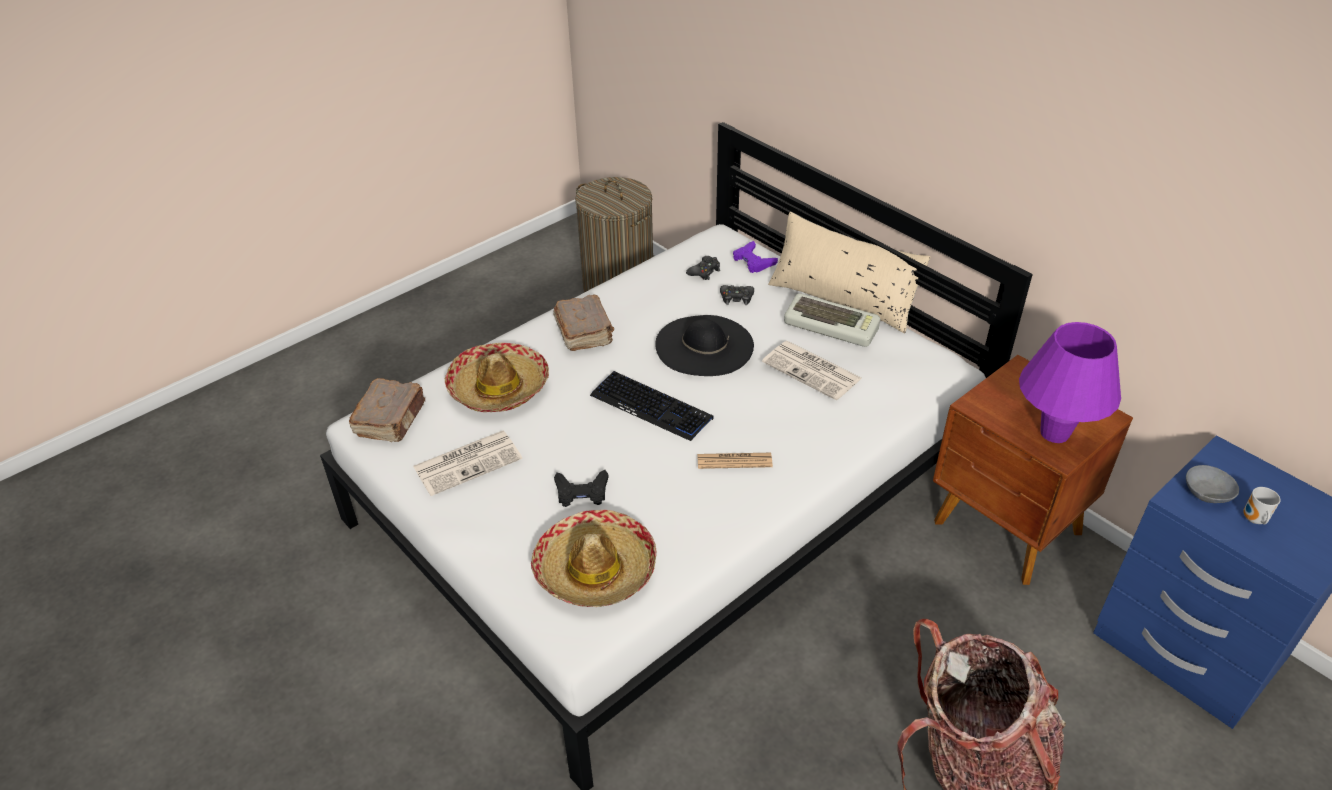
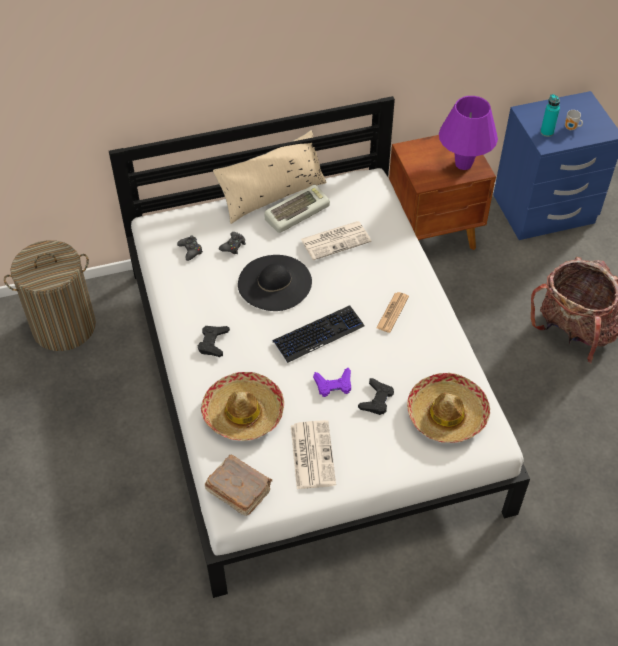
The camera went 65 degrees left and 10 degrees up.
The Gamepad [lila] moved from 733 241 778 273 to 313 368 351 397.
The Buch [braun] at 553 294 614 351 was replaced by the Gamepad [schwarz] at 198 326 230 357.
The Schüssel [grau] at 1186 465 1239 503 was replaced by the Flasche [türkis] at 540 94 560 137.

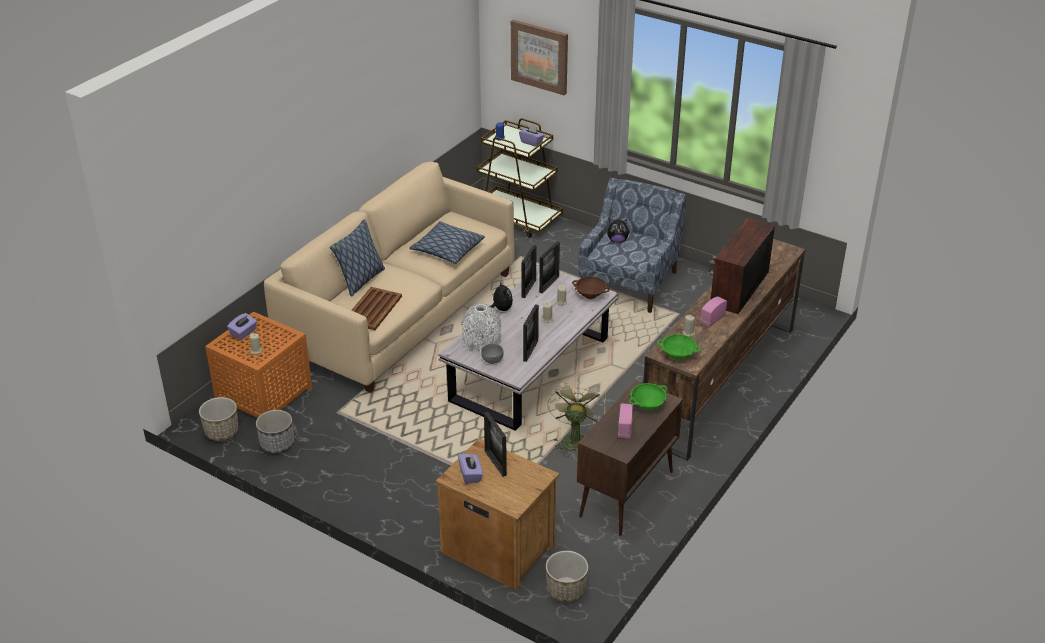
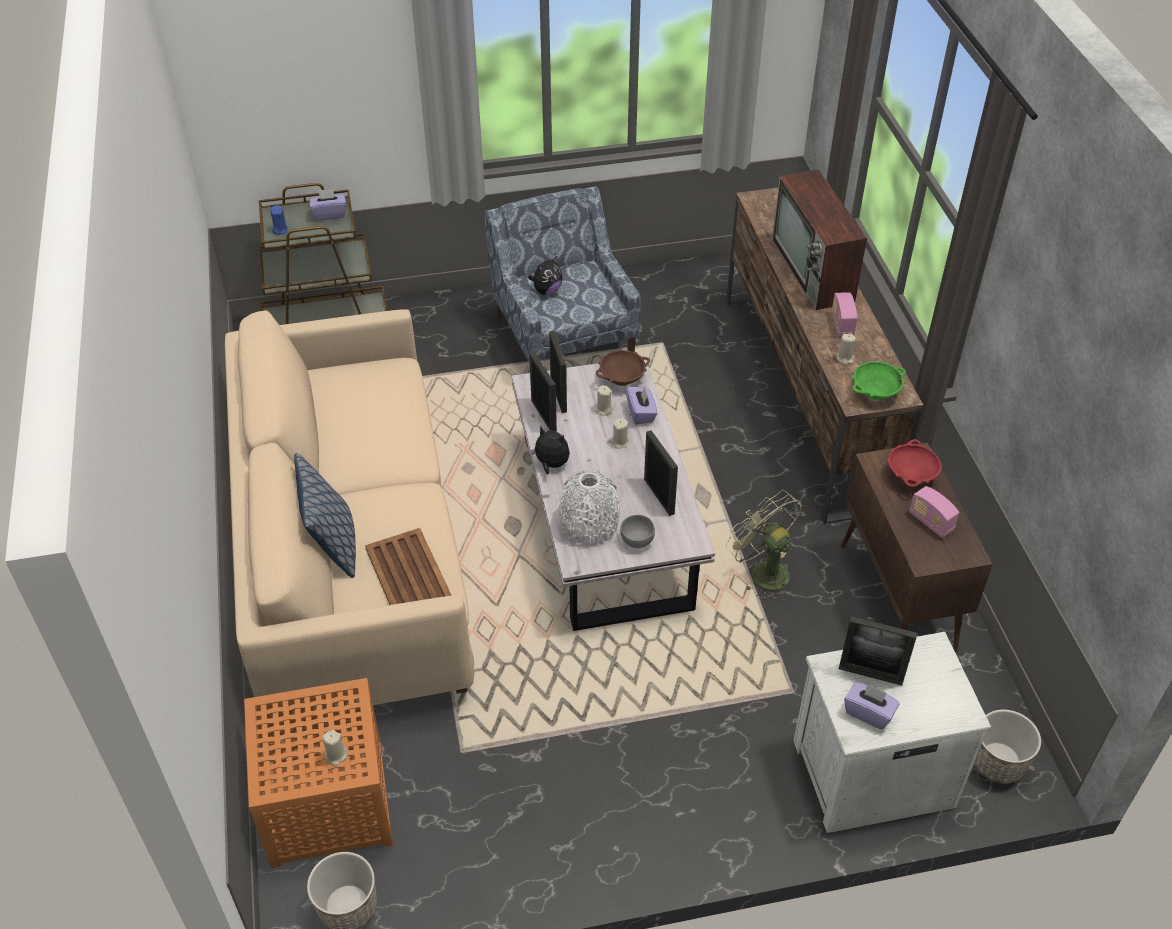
The camera went 45 degrees left and 10 degrees up.
The Pflanzkübel at 256 410 294 453 disappeared.
The Kissen at 409 221 485 264 disappeared.
The Bild at 511 20 568 95 disappeared.
The Taschentuchbox [lila] moved from 227 313 257 340 to 626 386 657 425.
The Nachttisch [braun] at 435 438 559 590 became the Nachttisch [weiß] at 793 632 991 833.
The Schüssel [grün] at 629 383 668 411 became the Schüssel [rot] at 888 439 942 487.

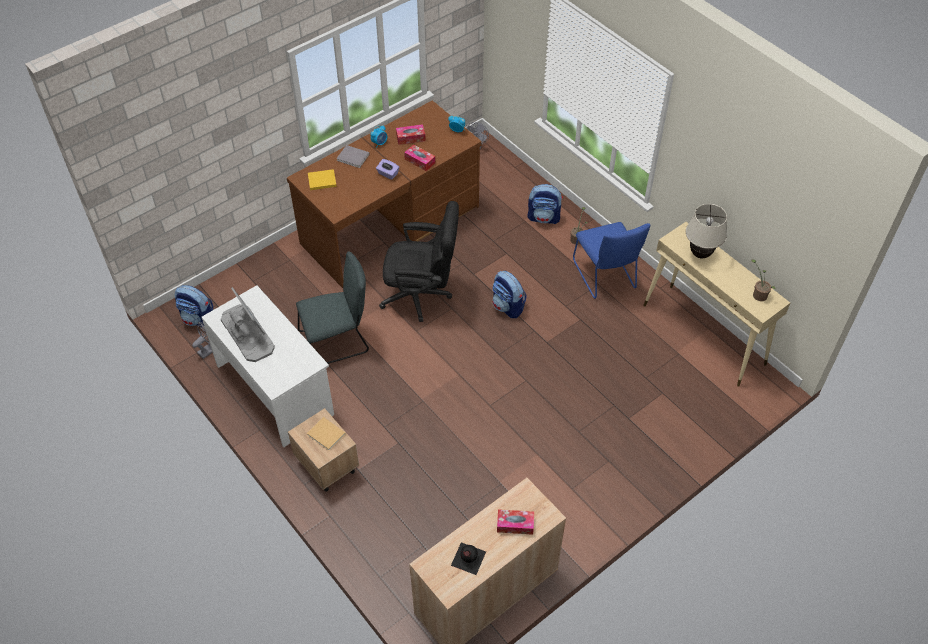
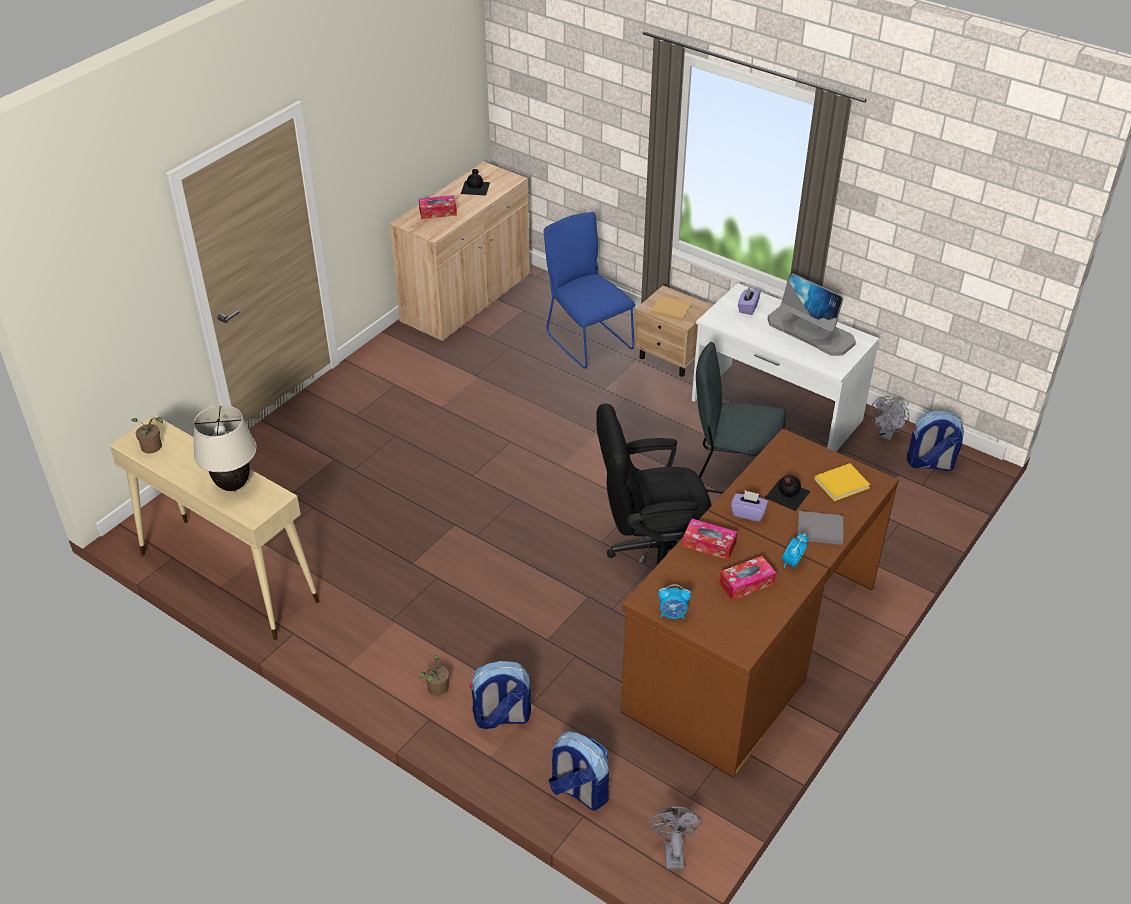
The camera went 165 degrees right and 10 degrees down.
The Taschentuchbox [lila] at 738 287 761 315 appeared.
The Flasche [schwarz] at 765 475 811 511 appeared.
The Rucksack moved from 492 271 527 318 to 549 731 609 811.
The Stuhl [blau] moved from 573 222 650 299 to 544 212 635 369.
The Stuhl [grau] at 296 252 369 364 turned 45 degrees clockwise.

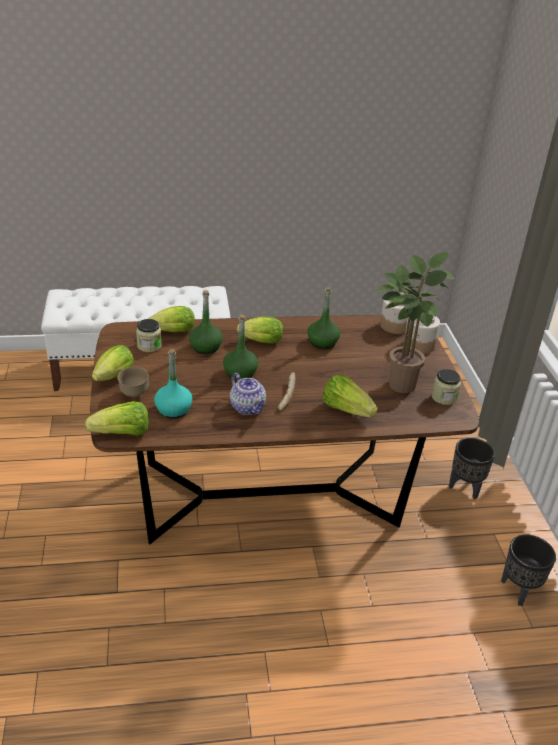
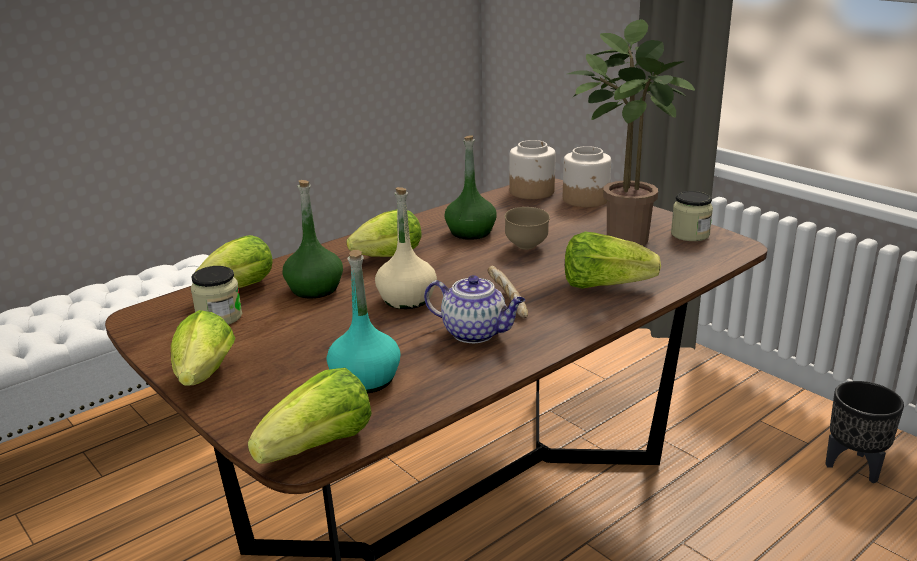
The camera went 30 degrees left and 10 degrees down.
The Pflanzkübel [schwarz] at 449 438 495 499 disappeared.
The Schüssel [braun] moved from 118 367 149 397 to 504 207 550 250.
The Flasche [grün] at 223 315 258 380 became the Flasche [beige] at 375 187 437 309.

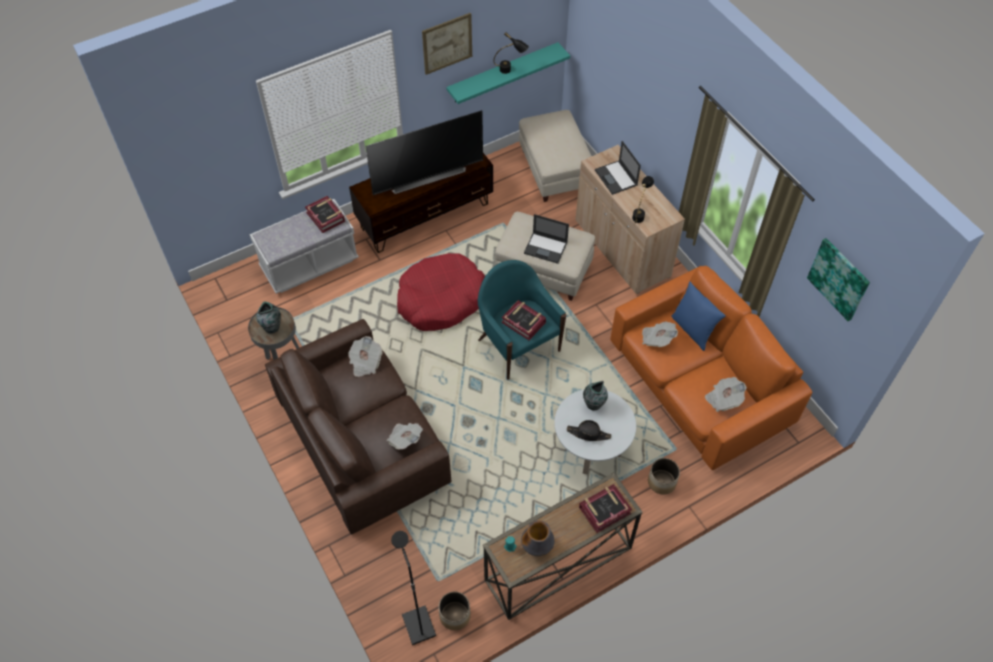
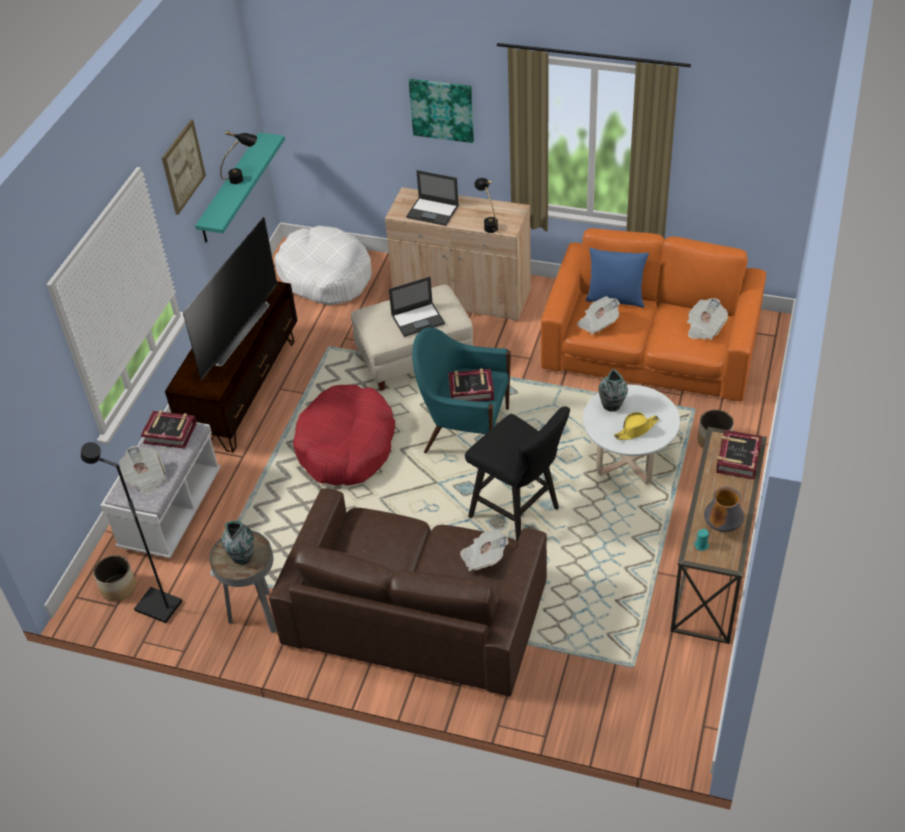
The camera went 40 degrees left and 10 degrees down.
The Hocker [schwarz] at 465 406 570 541 appeared.
The Zeitung moved from 348 336 382 377 to 119 446 167 495.
The Stehlampe [schwarz] moved from 391 531 436 645 to 81 442 182 623.
The Pflanzkübel moved from 439 591 471 630 to 94 555 136 602.
The Bild moved from 807 238 870 321 to 409 79 474 143.
The Polsterhocker [beige] at 519 110 591 202 was replaced by the Hundebett [weiß] at 274 226 372 305.
The Hut [schwarz] at 567 420 611 441 became the Hut [gelb] at 614 412 659 440.

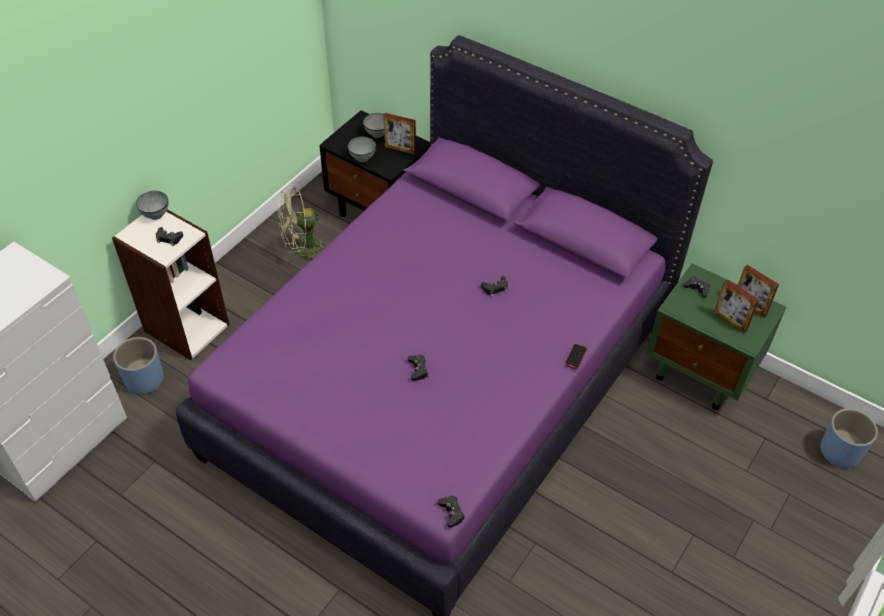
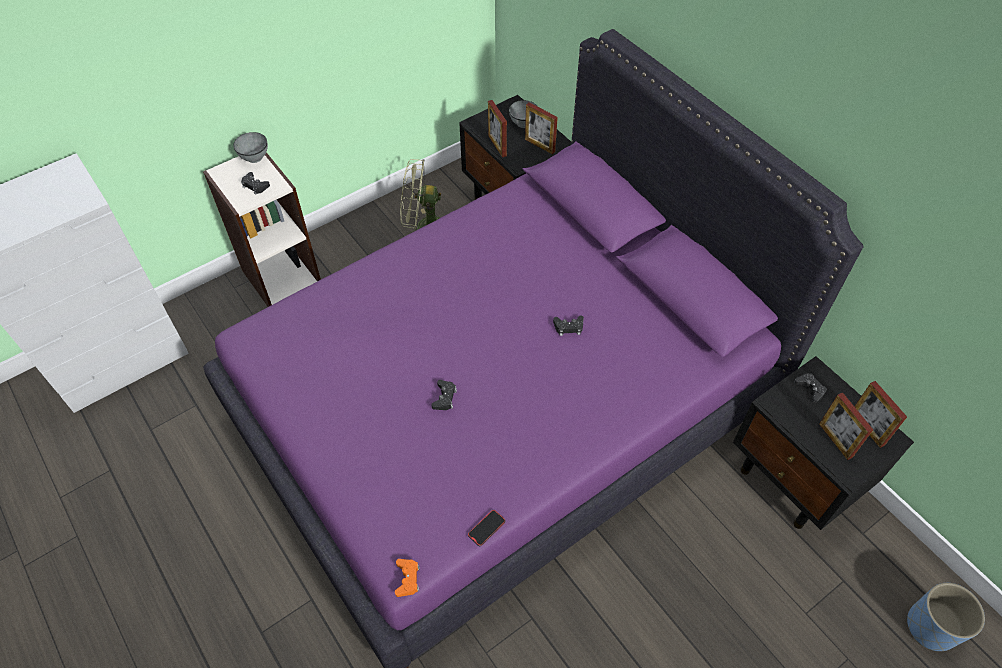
The camera went 20 degrees right and 5 degrees up.
The Pflanzkübel [blau] at 113 337 164 394 disappeared.
The Handy moved from 565 343 587 370 to 468 510 505 546.
The Schüssel [grau] at 348 136 376 162 was replaced by the Bilderrahmen at 488 100 507 157.
The Gamepad [schwarz] at 438 496 465 528 became the Gamepad [orange] at 395 559 420 597.
The Nachttisch [grün] at 646 263 787 410 became the Nachttisch [schwarz] at 733 356 914 530.

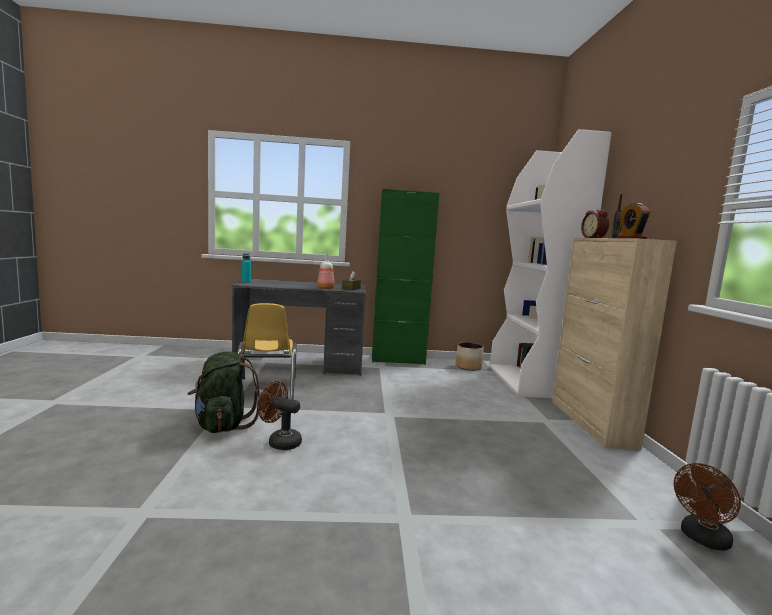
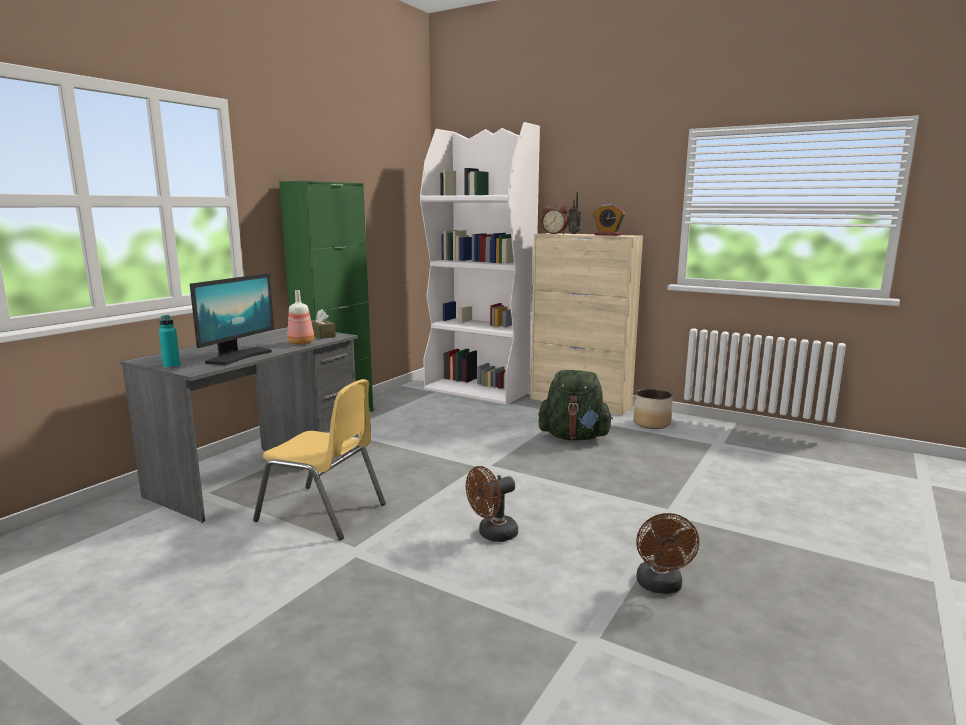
The camera went 55 degrees left and 5 degrees up.
The Monitor at 190 273 274 365 appeared.
The Rucksack [grün] moved from 187 351 261 433 to 538 370 613 440.
The Pflanzkübel moved from 456 342 484 371 to 633 389 673 429.
The Ventilator [braun] moved from 674 463 741 551 to 636 513 699 594.

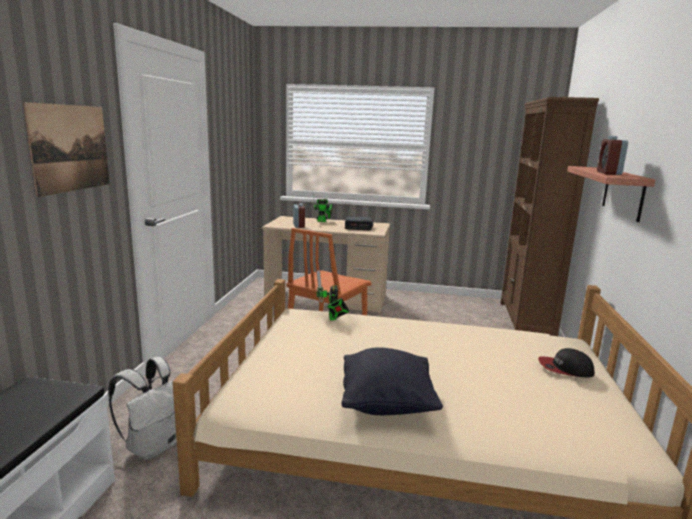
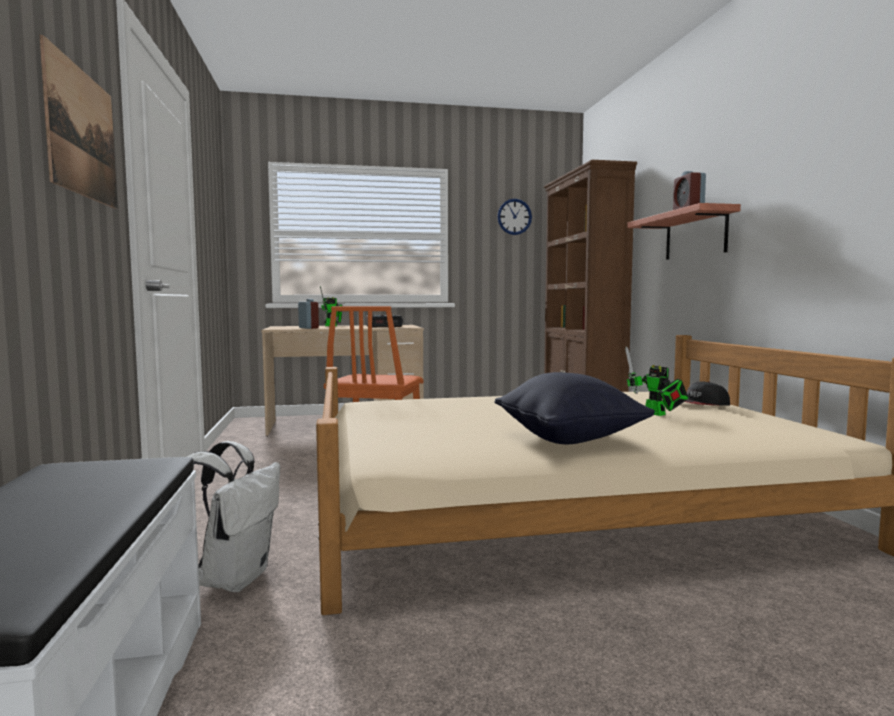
The camera went 20 degrees left and 10 degrees down.
The Wanduhr at 497 199 532 235 appeared.
The Spielzeugroboter moved from 317 270 349 320 to 625 346 688 416.

